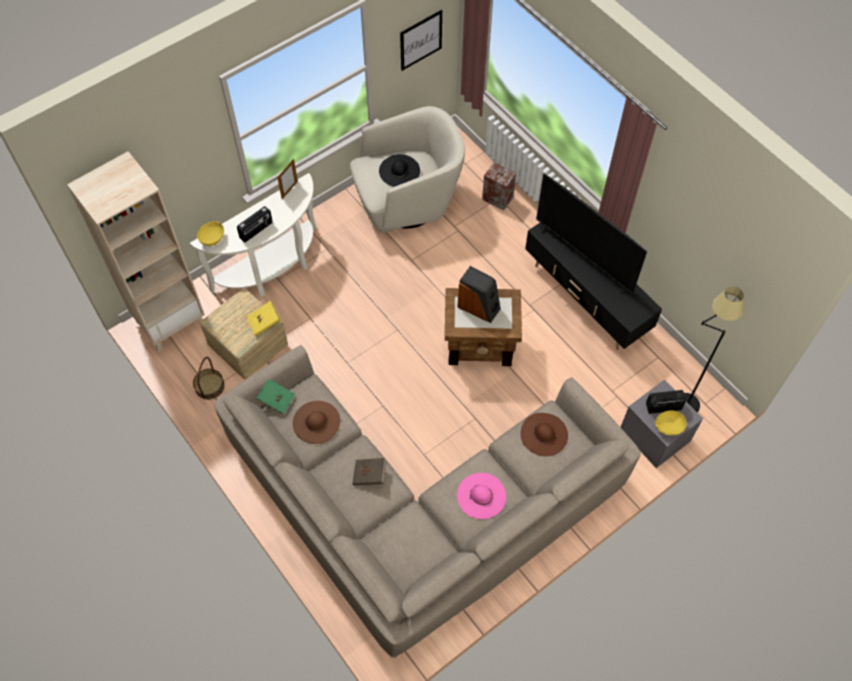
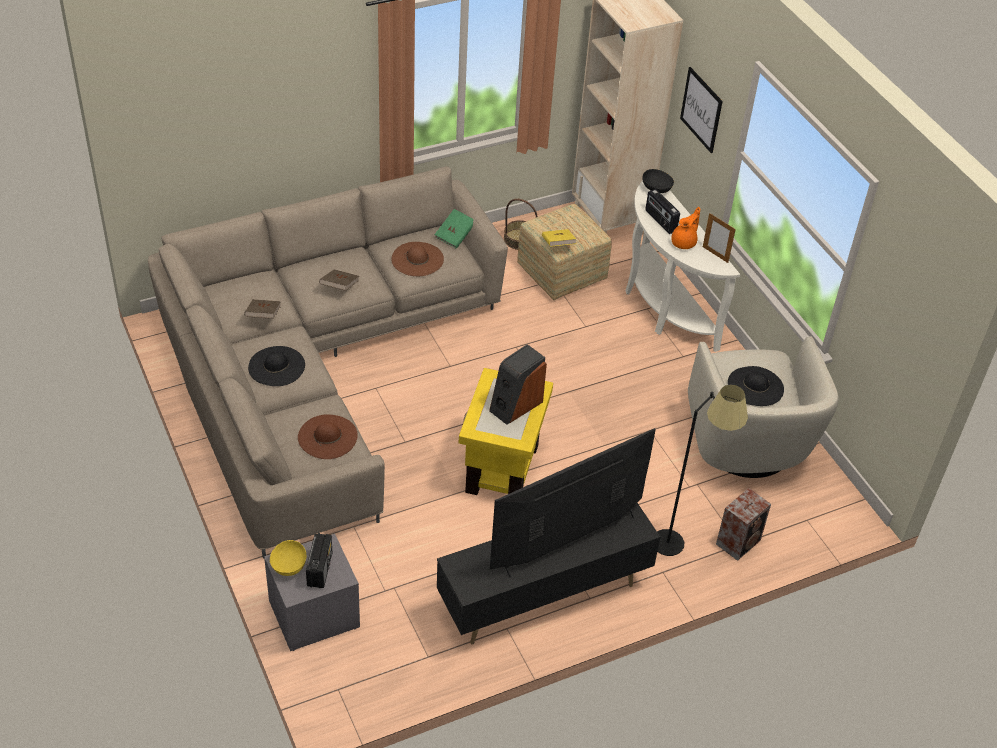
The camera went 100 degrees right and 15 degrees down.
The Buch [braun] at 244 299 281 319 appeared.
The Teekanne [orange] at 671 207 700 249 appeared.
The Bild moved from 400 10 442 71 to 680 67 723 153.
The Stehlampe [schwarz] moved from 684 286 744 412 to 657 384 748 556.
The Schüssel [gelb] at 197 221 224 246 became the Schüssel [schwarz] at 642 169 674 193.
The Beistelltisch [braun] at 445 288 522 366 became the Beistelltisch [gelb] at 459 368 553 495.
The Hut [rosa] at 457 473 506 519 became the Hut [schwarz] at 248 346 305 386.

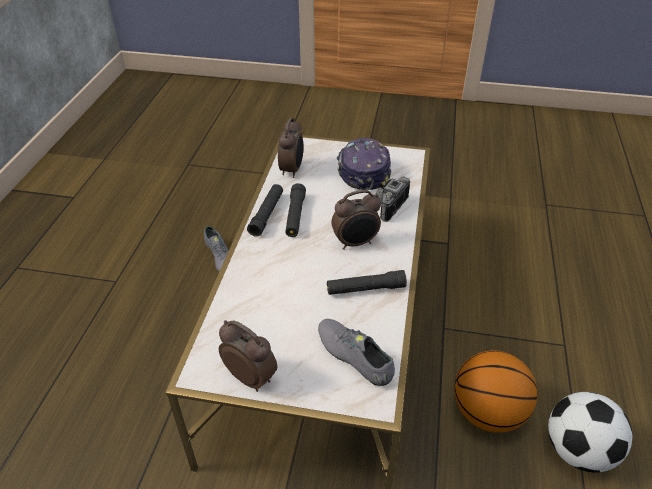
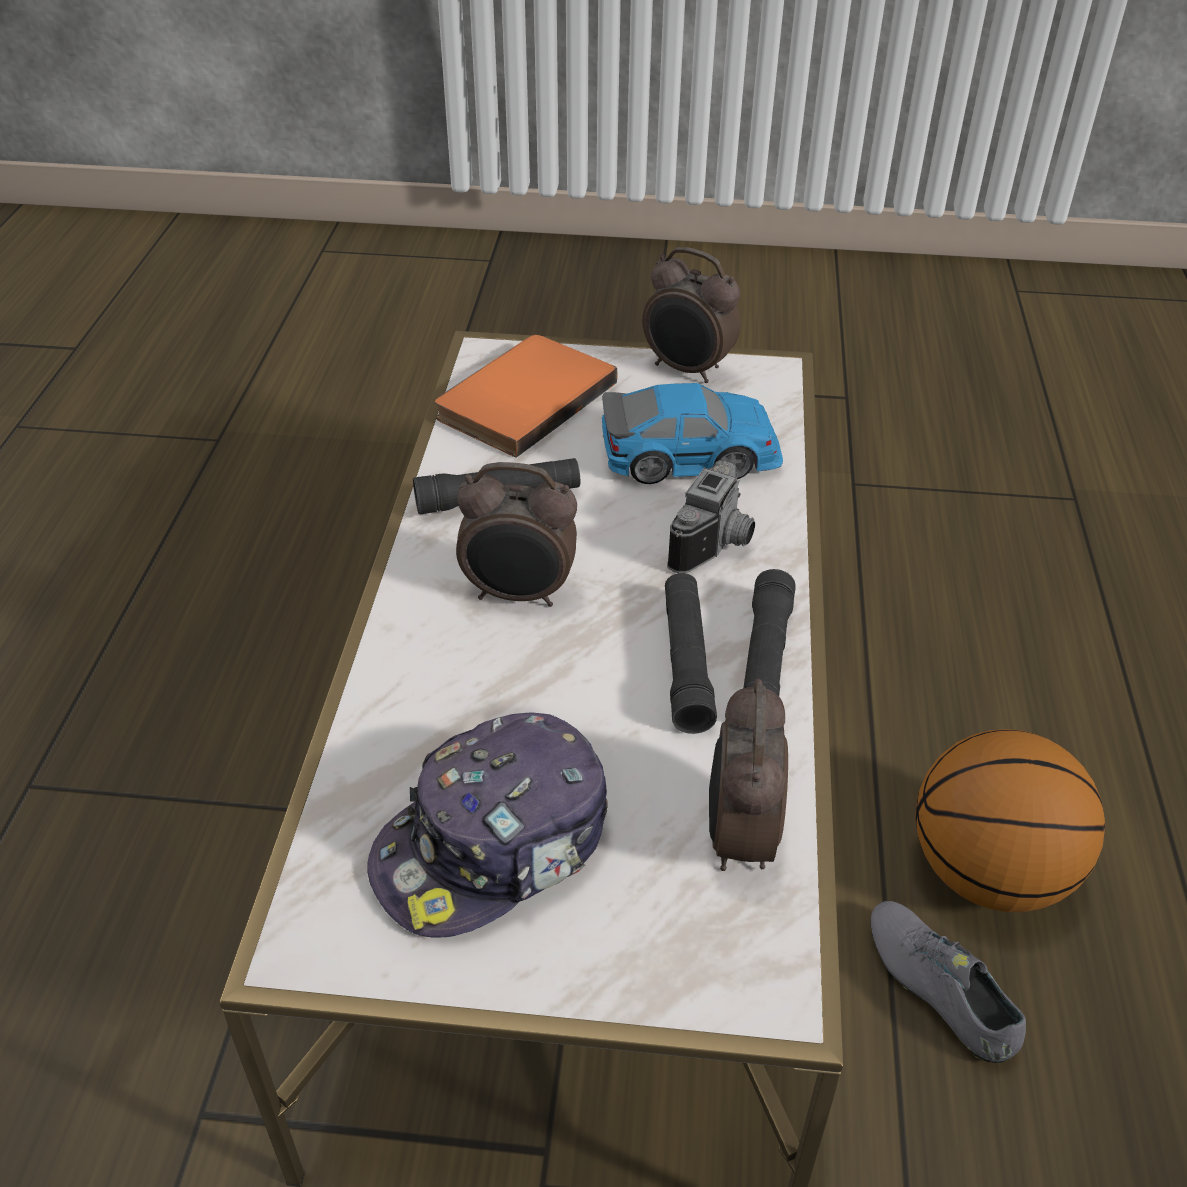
The camera went 175 degrees right and 0 degrees up.
The Fußball at 548 392 632 473 disappeared.
The Spielzeugauto at 602 383 783 484 appeared.
The Kamera moved from 376 176 410 222 to 667 460 755 573.
The Basketball moved from 454 350 537 433 to 915 729 1105 912.
The Schuh [grau] at 318 319 395 386 was replaced by the Buch [orange] at 435 335 618 458.
The Wecker at 331 190 381 250 turned 150 degrees counterclockwise.
The Kappe at 337 137 391 190 turned 60 degrees clockwise.

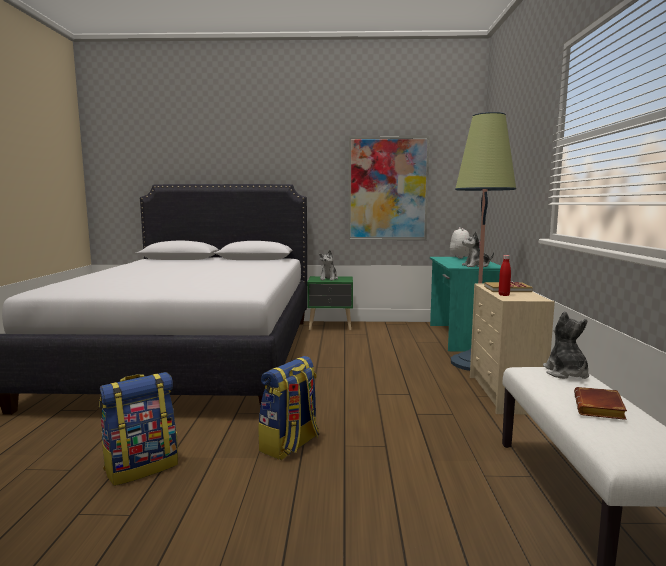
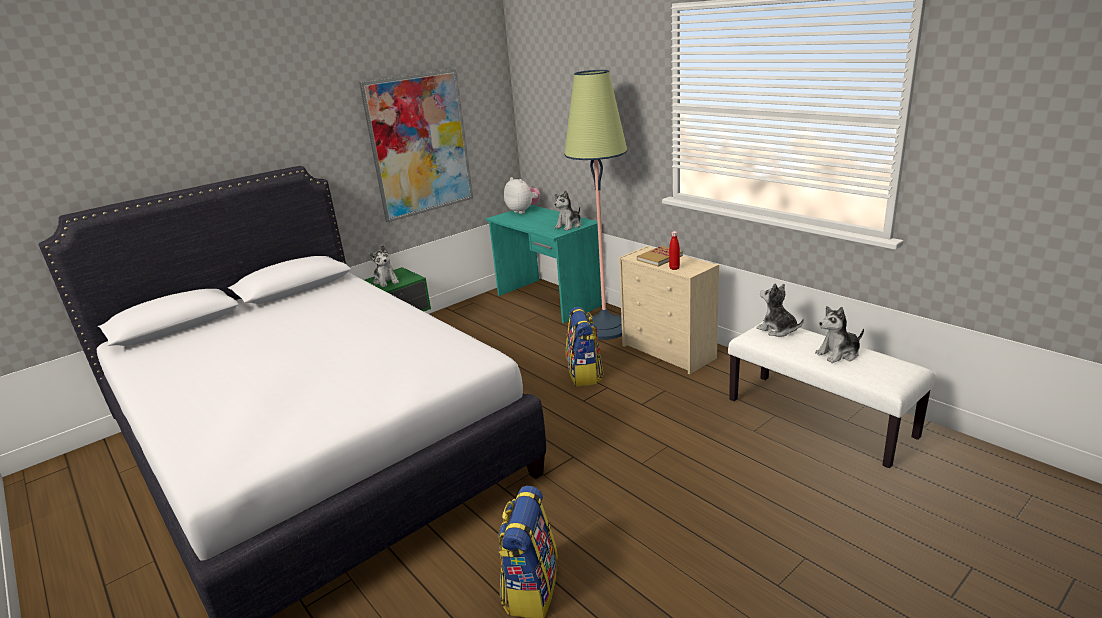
The camera went 40 degrees left and 15 degrees up.
The Rucksack moved from 258 356 319 460 to 566 307 604 387.
The Buch [braun] at 574 387 627 420 was replaced by the Plüschtier at 815 306 864 363.

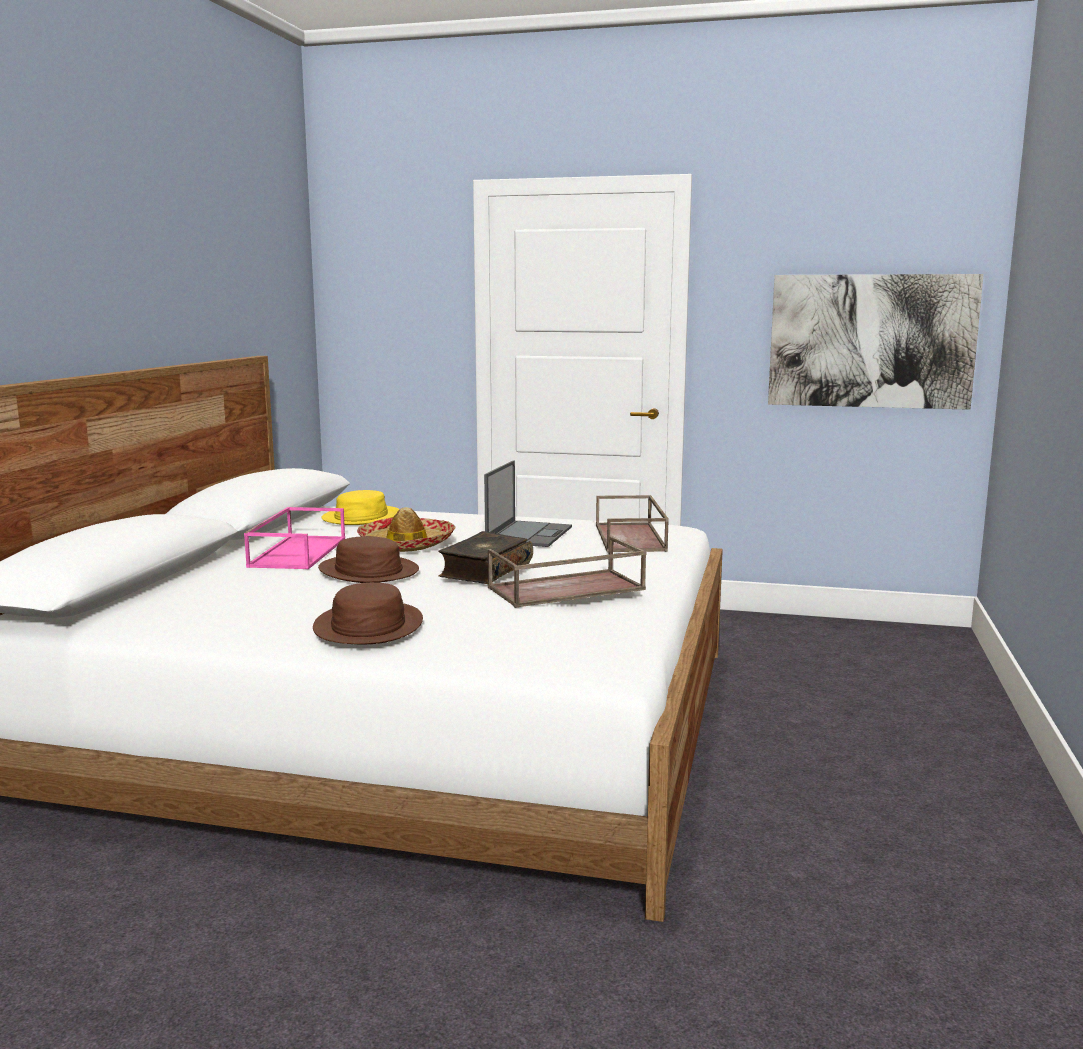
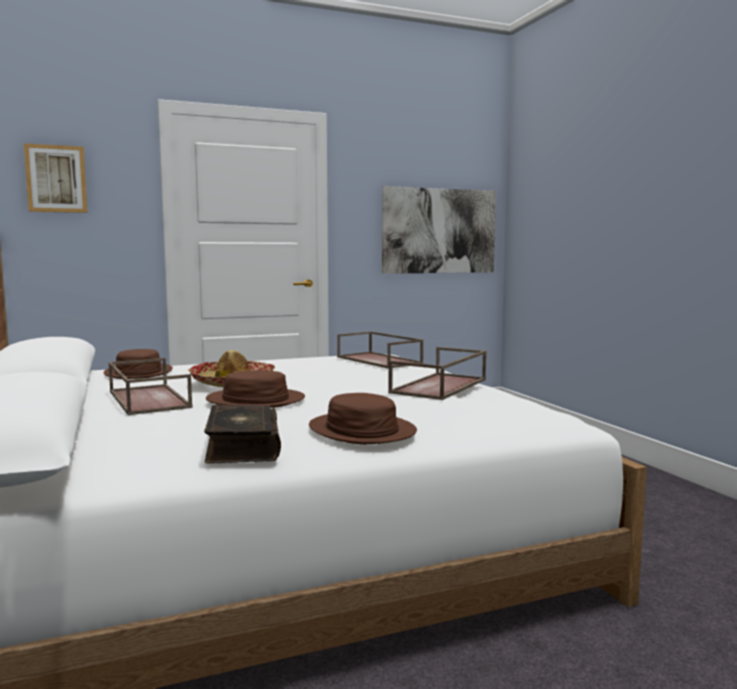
The camera went 35 degrees left and 5 degrees down.
The Laptop at 484 460 572 547 disappeared.
The Bild at 24 143 87 213 appeared.
The Buch moved from 438 531 533 584 to 204 405 281 463.
The Tablett [rosa] at 244 507 345 569 became the Tablett [braun] at 109 358 193 415.
The Hut [gelb] at 321 490 399 525 became the Hut [braun] at 104 349 173 379.

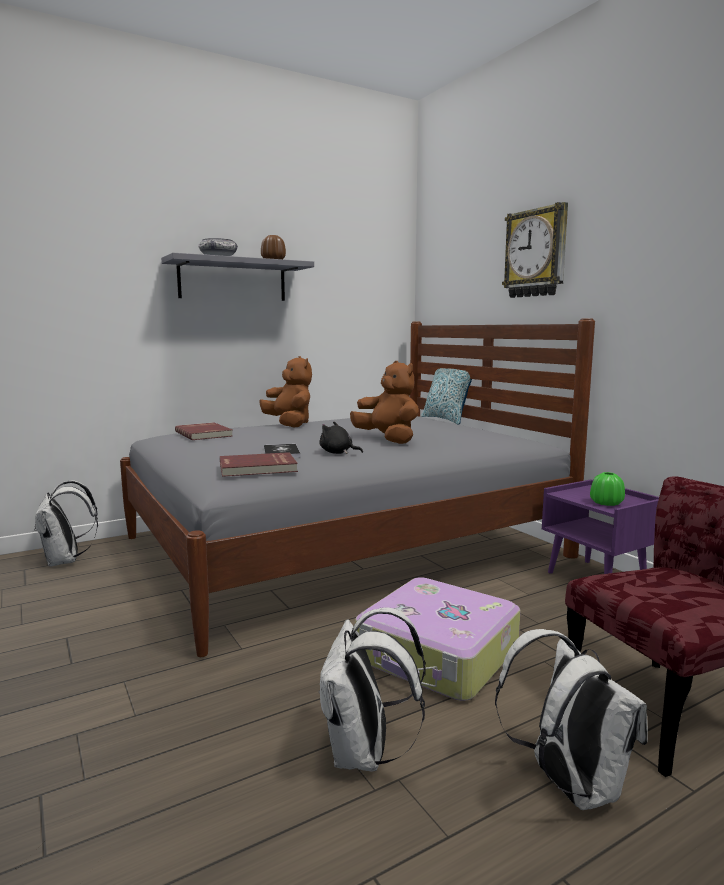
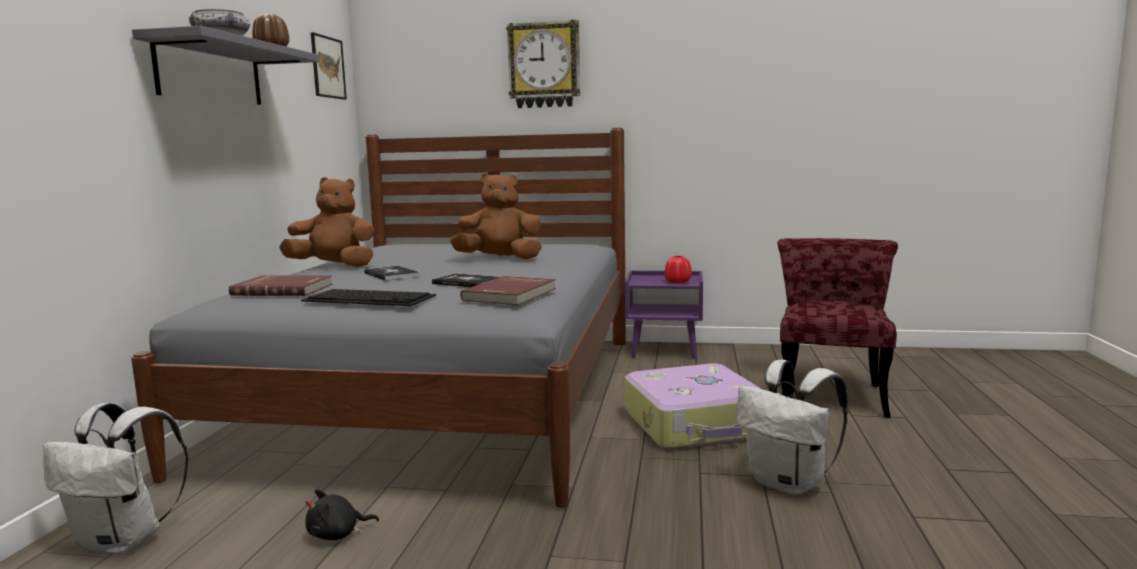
The camera went 50 degrees left and 0 degrees up.
The Kissen at 421 368 472 425 disappeared.
The Rucksack [weiß] at 495 629 648 810 disappeared.
The Tastatur at 301 289 436 306 appeared.
The Bild at 311 32 347 100 appeared.
The Buch at 364 266 420 281 appeared.
The Plüschtier [schwarz] moved from 319 422 363 454 to 305 489 379 540.
The Vase [grün] at 590 472 625 506 became the Vase [rot] at 665 256 692 283.

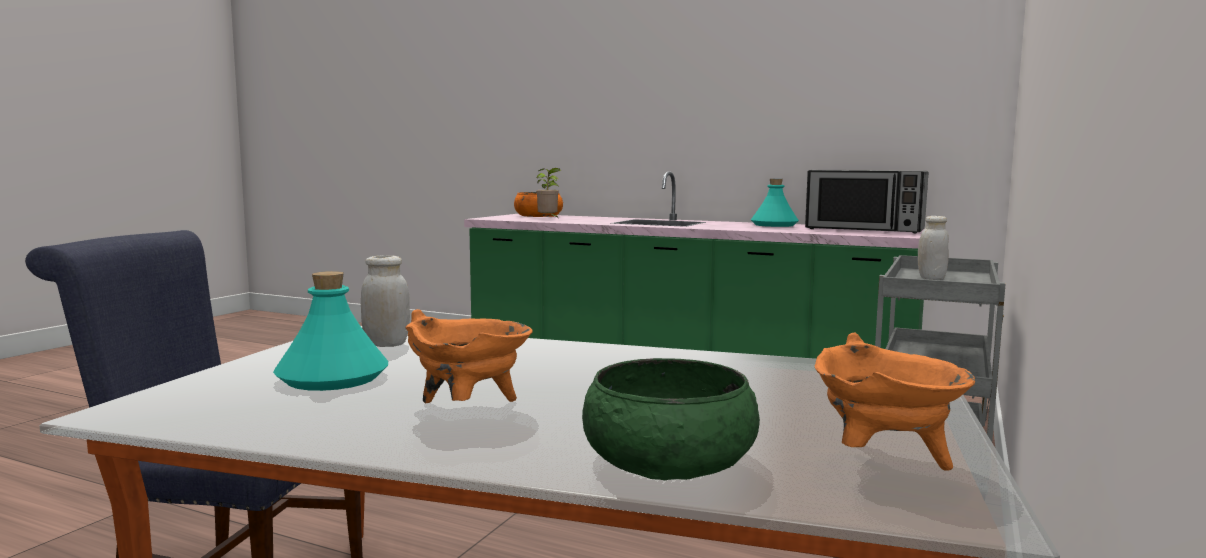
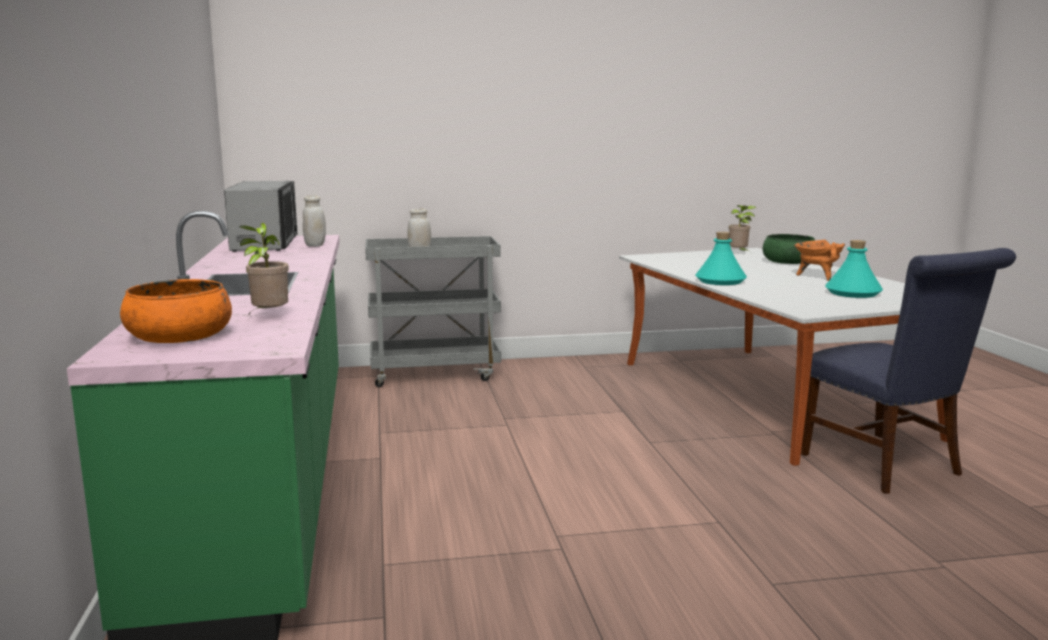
The camera went 125 degrees left and 5 degrees up.
The Vorratsglas [weiß] moved from 361 255 410 347 to 303 195 326 247.
The Flasche [türkis] moved from 751 179 799 227 to 695 232 747 285.
The Kochtopf [orange] at 815 333 975 470 was replaced by the Topfpflanze at 729 205 756 252.

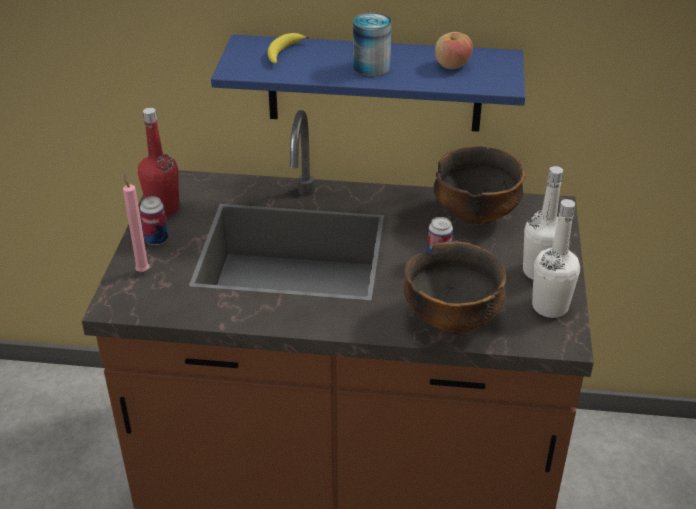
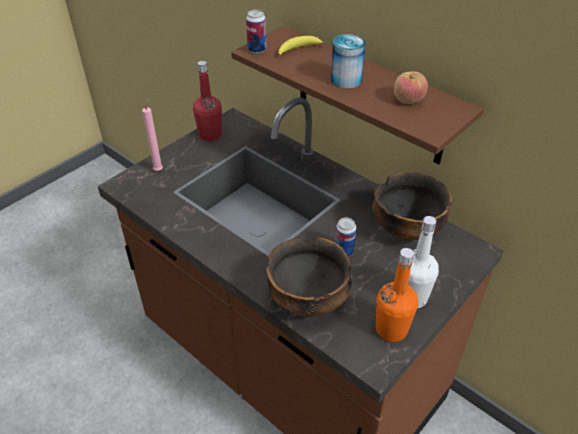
The camera went 35 degrees right and 5 degrees up.
The Dose moved from 140 196 168 245 to 246 10 267 54.
The Wandregal [blau] at 211 35 525 132 became the Wandregal [braun] at 231 26 484 165.
The Flasche [weiß] at 532 199 580 318 became the Flasche [orange] at 376 248 418 342.

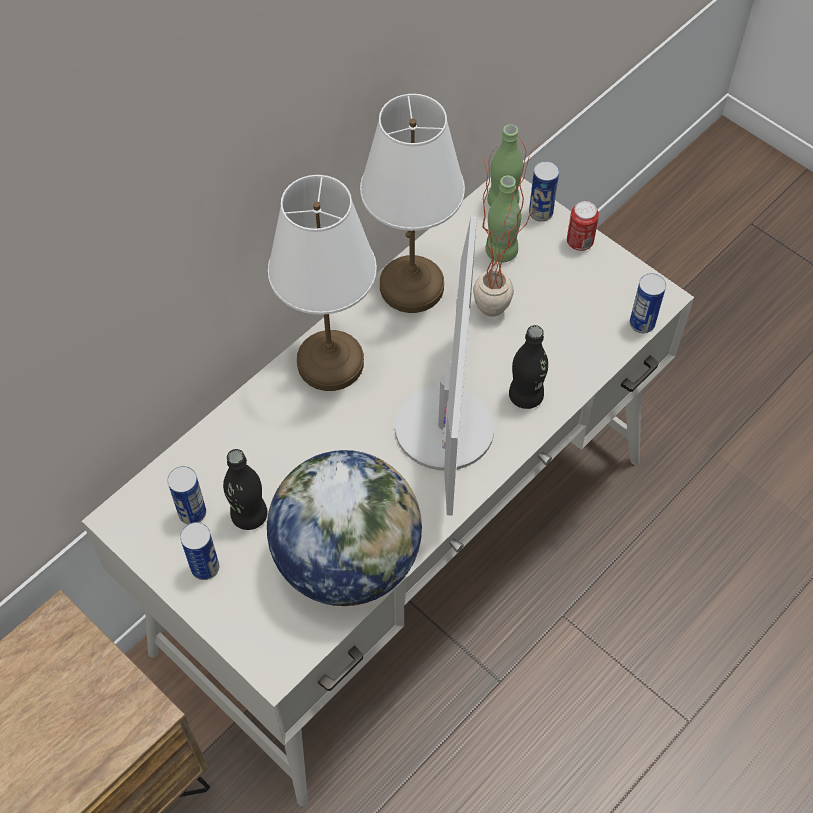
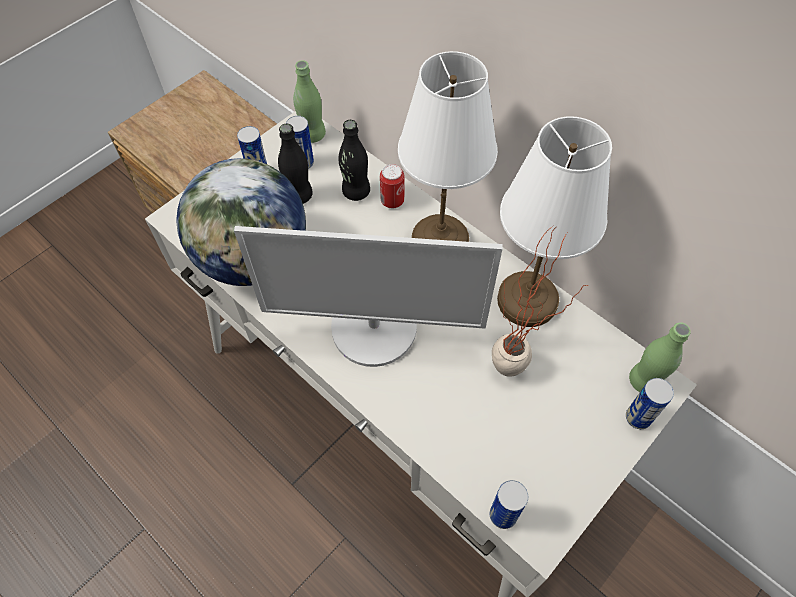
The camera went 90 degrees right and 0 degrees up.
The Flasche [grün] moved from 486 175 521 263 to 293 60 326 143.
The Flasche [schwarz] moved from 509 325 548 409 to 338 120 370 201.
The Dose moved from 567 201 599 251 to 380 164 404 208.

